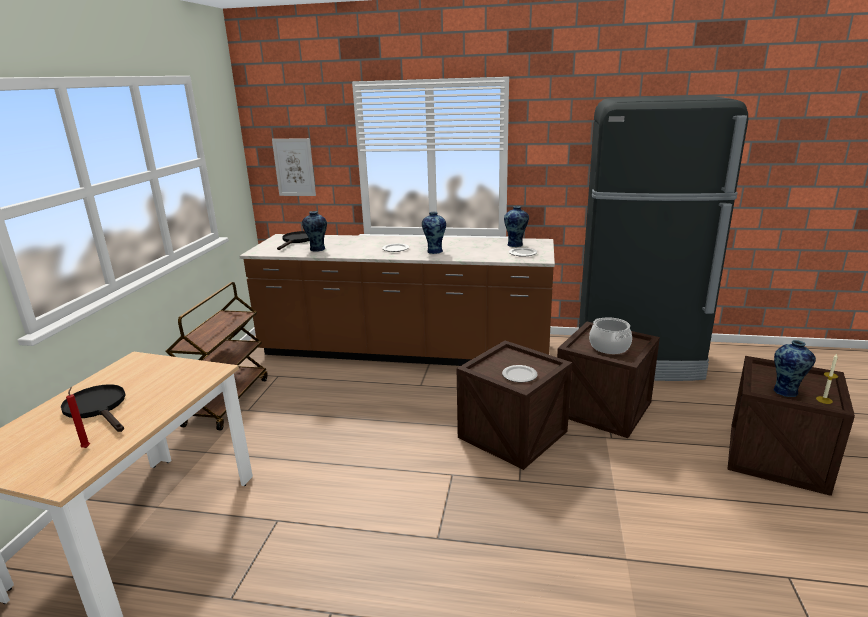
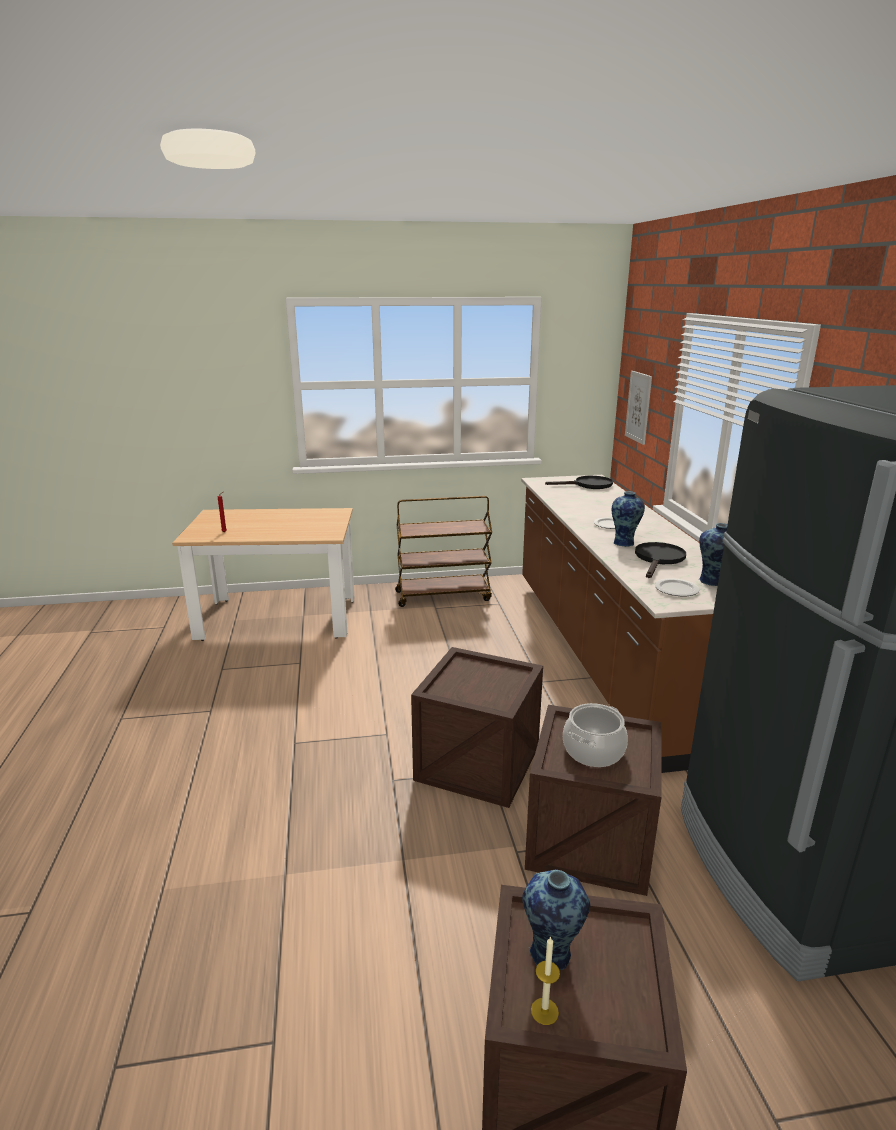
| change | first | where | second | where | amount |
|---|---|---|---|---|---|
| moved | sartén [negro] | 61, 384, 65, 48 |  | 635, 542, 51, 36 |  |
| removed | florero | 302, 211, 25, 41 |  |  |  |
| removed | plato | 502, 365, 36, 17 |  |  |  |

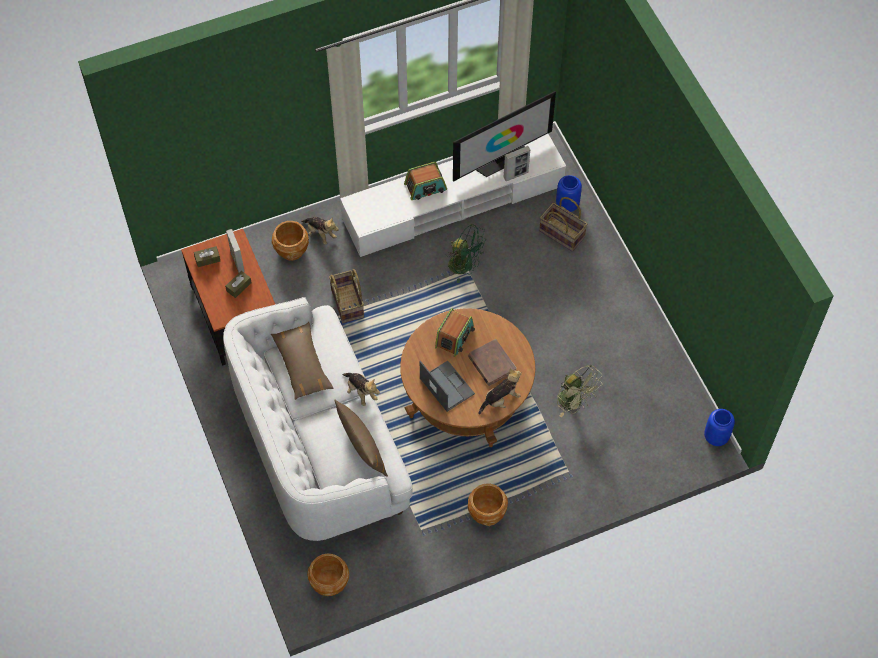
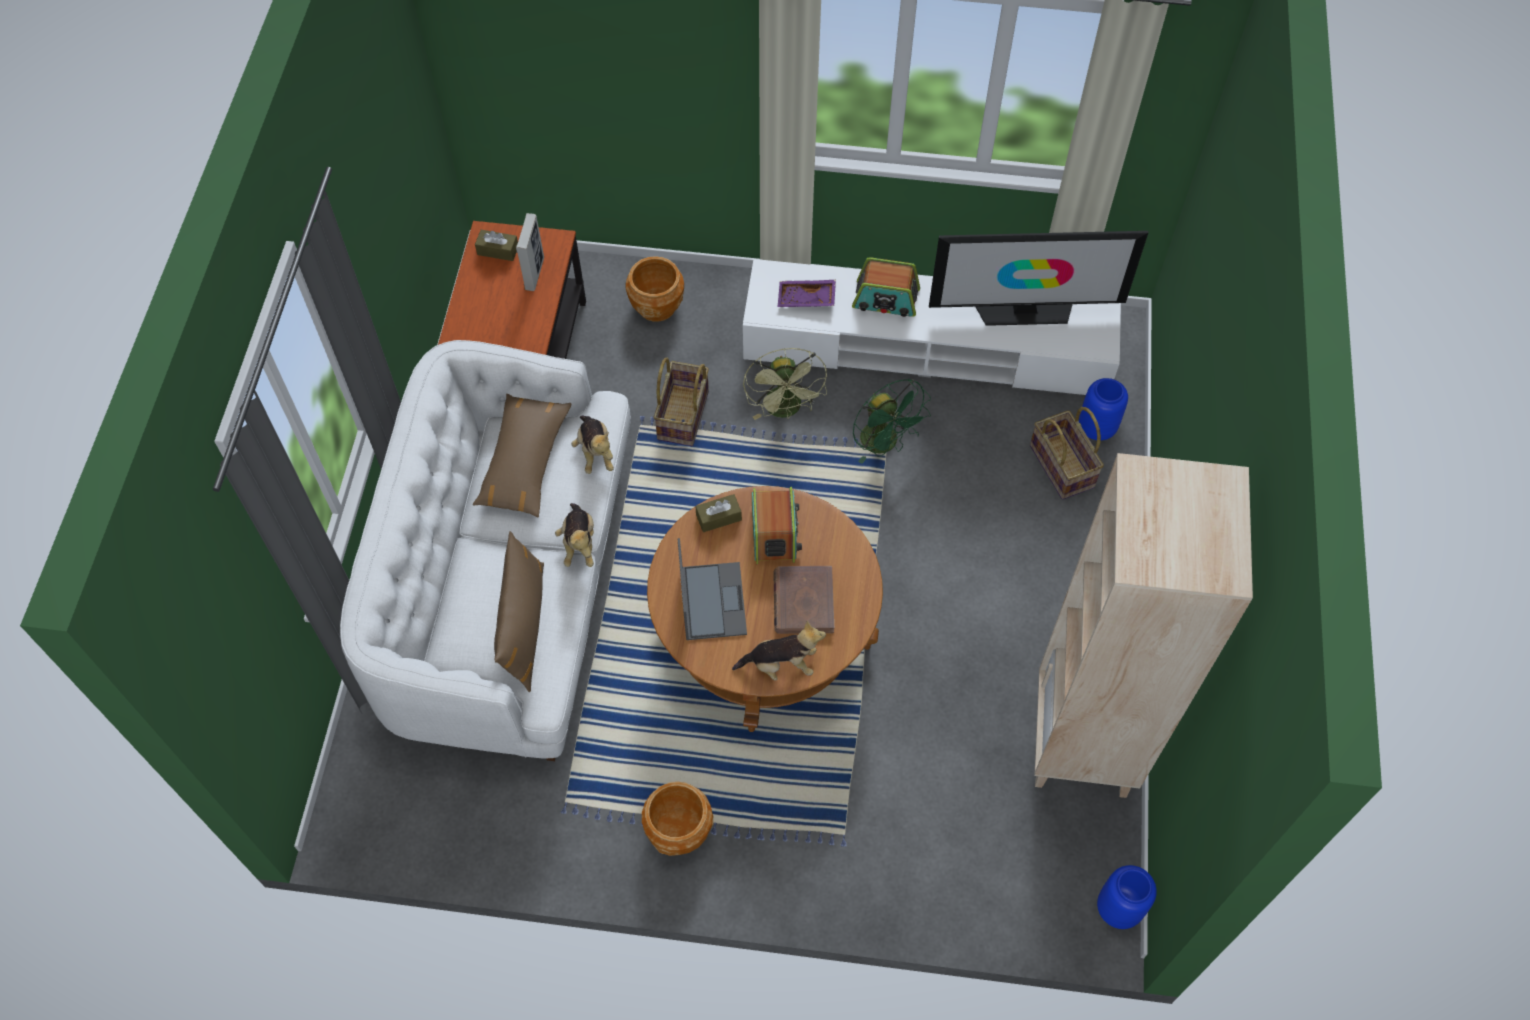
| change | first | where | second | where | amount |
|---|---|---|---|---|---|
| moved | peluche | 301, 217, 38, 28 |  | 571, 416, 43, 58 |  |
| moved | caja de pañuelos [marrón] | 225, 271, 27, 27 |  | 695, 494, 47, 38 |  |
| moved | ventilador [verde] | 557, 365, 46, 52 |  | 743, 348, 84, 72 |  |
| turned | radio | 435, 308, 40, 49 |  | 752, 487, 50, 77 | 60 degrees counterclockwise |
| added |  |  | bandeja [morado] | 777, 280, 59, 27 |  |
| added |  |  | estantería [beis] | 1034, 453, 219, 345 |  |
| removed | maceta [marrón] | 307, 553, 42, 43 |  |  |  |
| removed | portarretratos | 503, 146, 27, 35 |  |  |  |

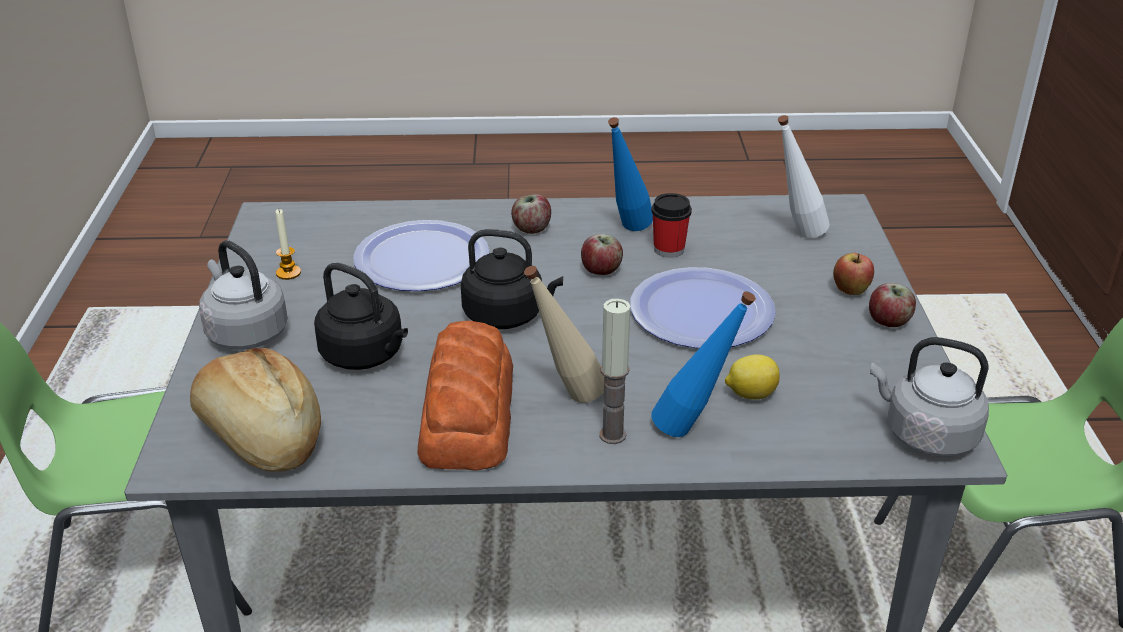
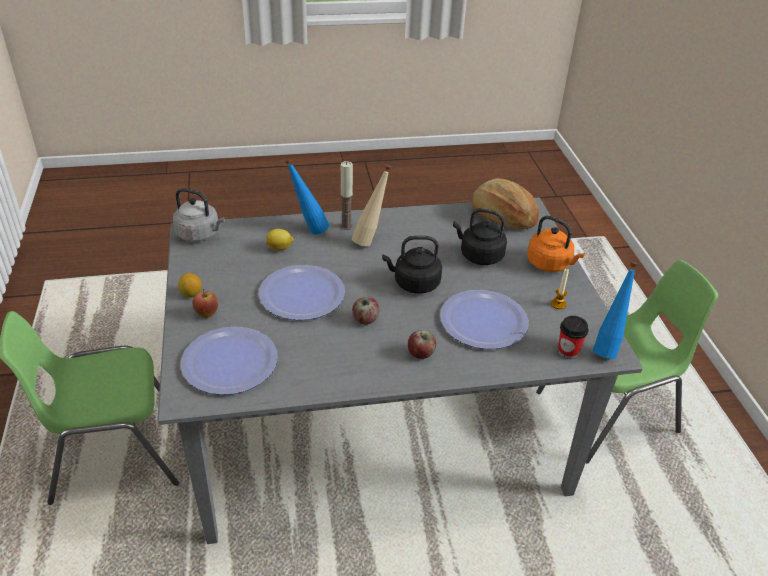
| change | first | where | second | where | amount |
|---|---|---|---|---|---|
| replaced | manzana | 869, 283, 47, 44 | limón | 178, 273, 24, 25 |  |
| replaced | botella [blanco] | 778, 115, 52, 123 | plato | 180, 327, 98, 68 |  |
| recoloured | hervidor [gris] | 199, 240, 89, 110 | hervidor [naranja] | 527, 215, 58, 57 |  |
| moved | taza | 651, 193, 41, 65 |  | 558, 316, 31, 43 |  |
| moved | botella [azul] | 608, 117, 45, 114 |  | 593, 262, 45, 97 |  |
| removed | pan | 418, 321, 95, 149 |  |  |  |

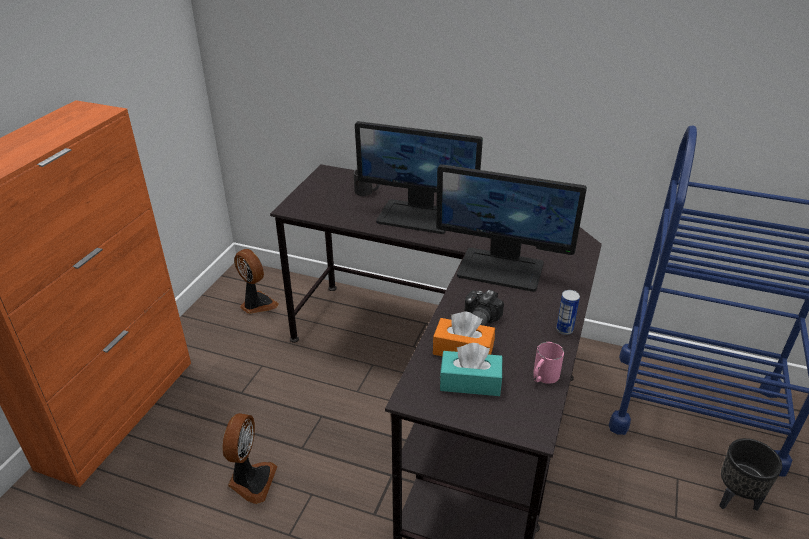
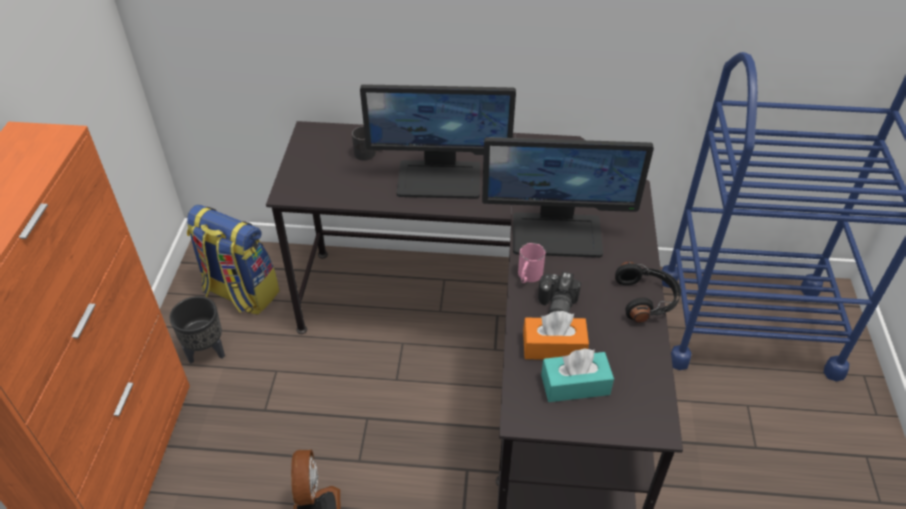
| change | first | where | second | where | amount |
|---|---|---|---|---|---|
| moved | maceta [negro] | 719, 438, 63, 73 |  | 169, 296, 56, 68 |  |
| replaced | ventilador | 234, 249, 45, 65 | mochila | 187, 205, 93, 110 |  |
| moved | taza grande [rosa] | 533, 342, 31, 42 |  | 518, 243, 28, 40 |  |
| replaced | lata | 556, 290, 24, 45 | auriculares [negro] | 615, 261, 66, 62 |  |

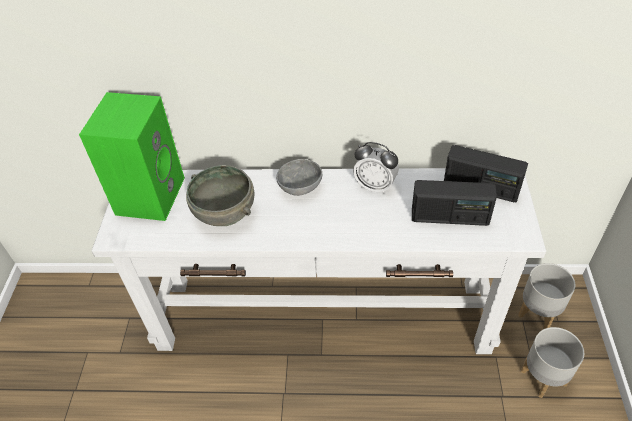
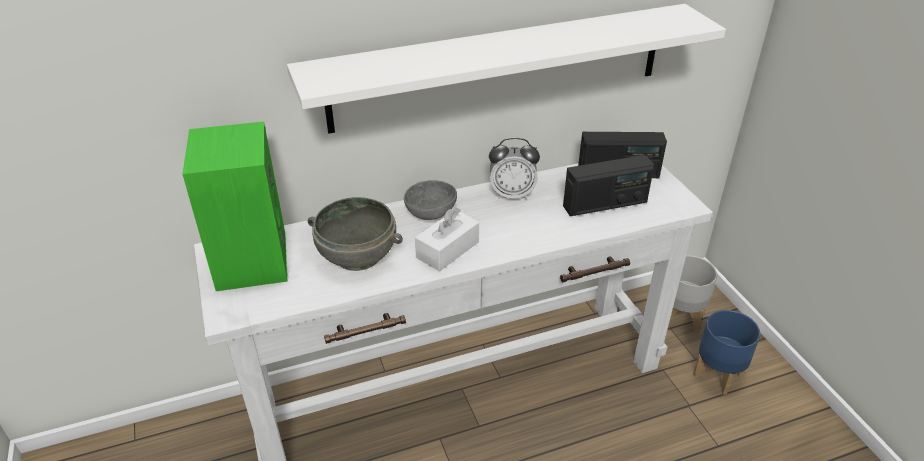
| change | first | where | second | where | amount |
|---|---|---|---|---|---|
| added |  |  | estante [blanco] | 287, 4, 439, 130 |  |
| added |  |  | caja de pañuelos [blanco] | 415, 207, 64, 64 |  |
| recoloured | maceta [gris] | 521, 327, 63, 71 | maceta [azul] | 693, 310, 67, 85 |  |

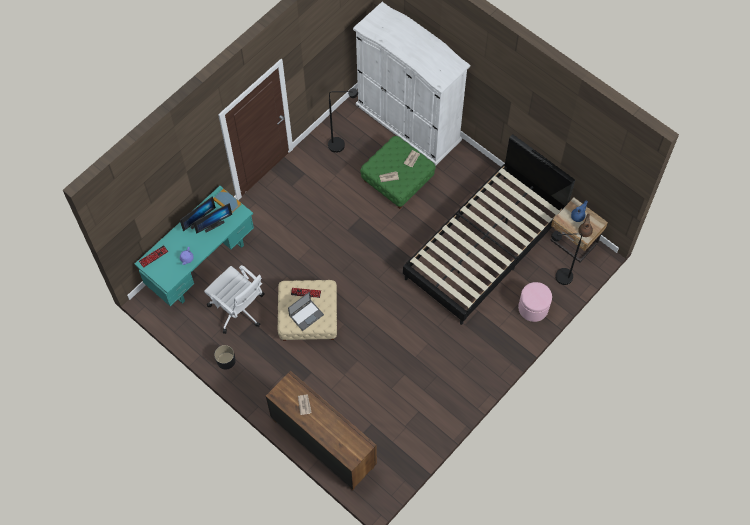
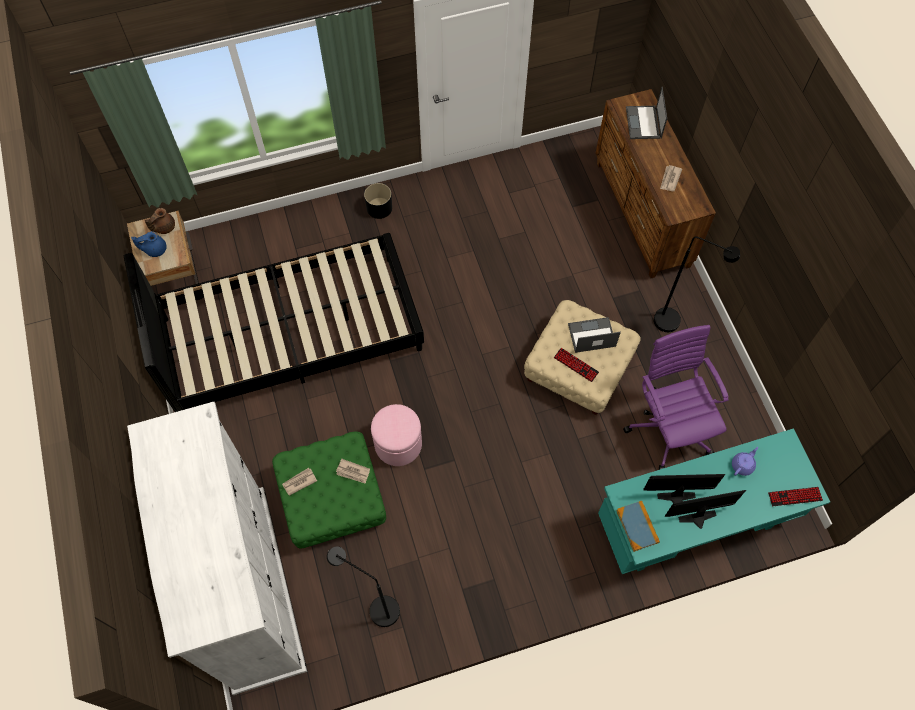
| change | first | where | second | where | amount |
|---|---|---|---|---|---|
| moved | maceta [negro] | 214, 345, 22, 25 |  | 364, 183, 28, 36 |  |
| moved | puf [rosa] | 518, 282, 34, 40 |  | 371, 404, 51, 62 |  |
| recoloured | silla de oficina [blanco] | 204, 265, 61, 69 | silla de oficina [morado] | 623, 325, 105, 145 |  |
| added |  |  | portátil | 626, 87, 41, 52 |  |
| moved | lámpara de pie [negro] | 551, 231, 31, 54 |  | 654, 236, 86, 96 |  |

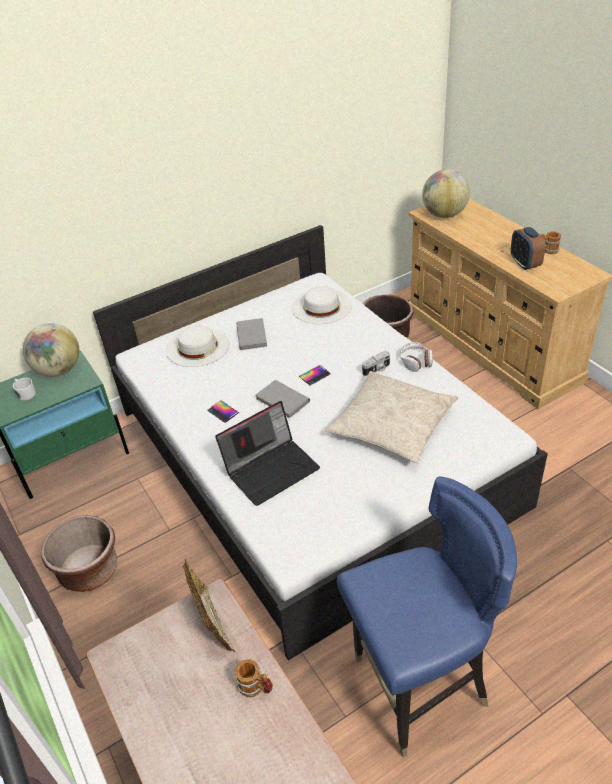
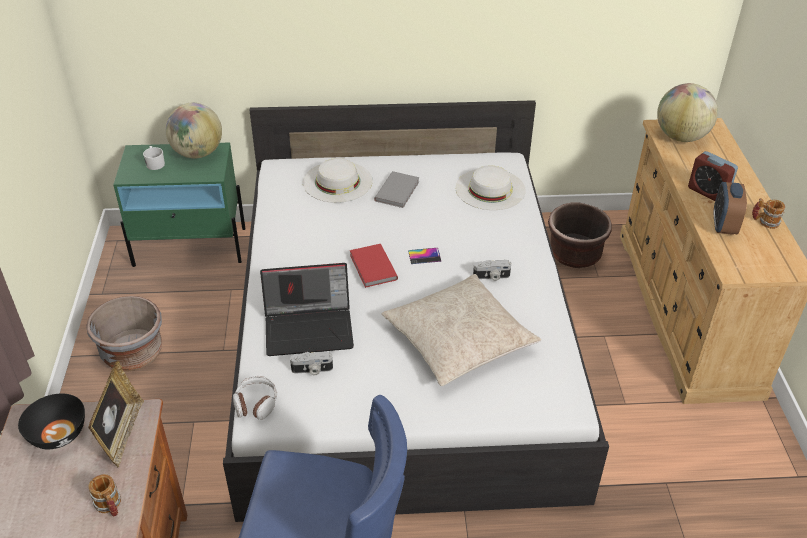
| change | first | where | second | where | amount |
|---|---|---|---|---|---|
| added |  |  | cuenco [negro] | 18, 393, 67, 56 |  |
| recoloured | maceta [marrón] | 41, 515, 76, 77 | maceta [gris] | 86, 296, 76, 75 |  |
| moved | auriculares | 400, 342, 33, 30 |  | 233, 376, 44, 44 |  |
| added |  |  | cámara | 290, 351, 43, 24 |  |
| recoloured | libro [gris] | 256, 380, 54, 38 | libro [rojo] | 350, 244, 48, 44 |  |
| added |  |  | despertador | 688, 151, 50, 50 |  |
| removed | móvil | 207, 400, 32, 23 |  |  |  |

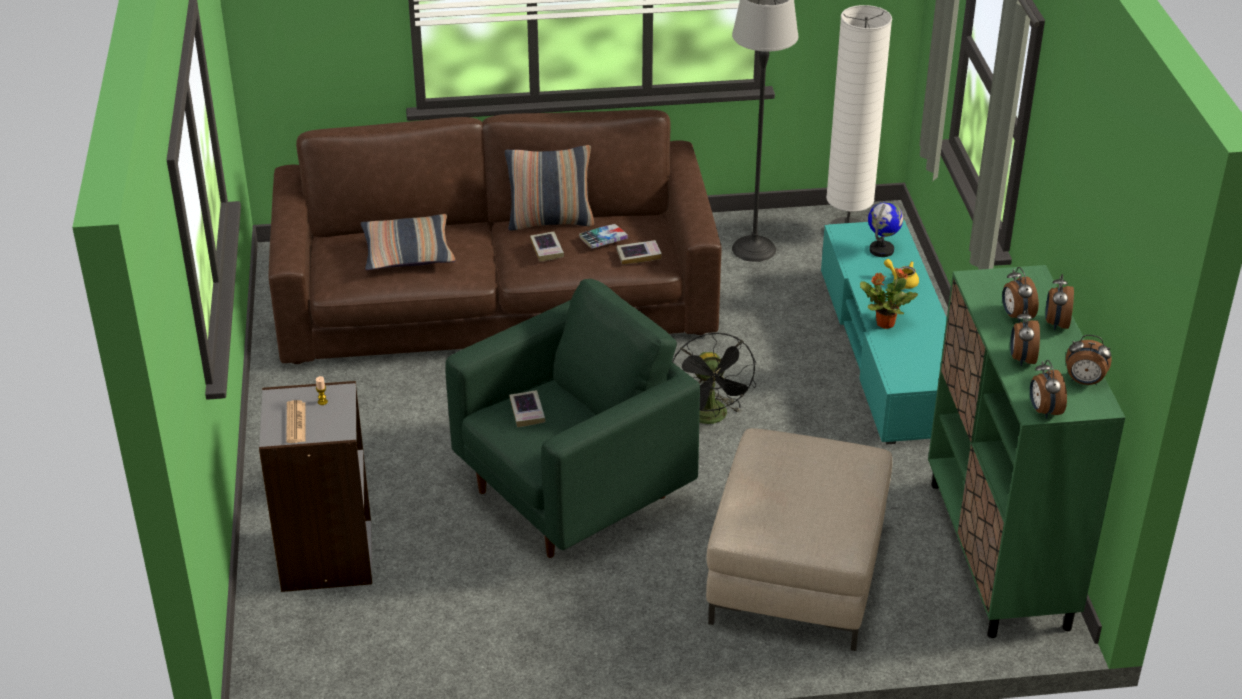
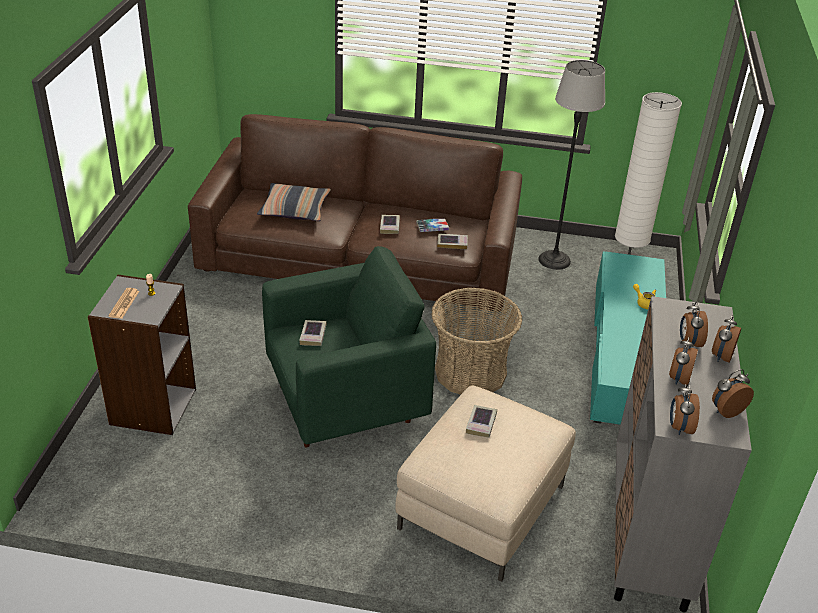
| change | first | where | second | where | amount |
|---|---|---|---|---|---|
| replaced | ventilador [negro] | 672, 333, 84, 91 | cesta | 431, 287, 91, 108 |  |
| added |  |  | libro | 466, 405, 31, 33 |  |
| recoloured | armario [verde] | 928, 265, 197, 373 | armario [gris] | 614, 296, 138, 317 |  |
| turned | despertador | 1066, 335, 46, 50 |  | 712, 369, 42, 49 | 120 degrees clockwise |
| removed | cojín | 505, 145, 89, 86 |  |  |  |
| removed | planta en maceta | 860, 268, 58, 61 |  |  |  |
| removed | globo terráqueo | 868, 202, 35, 55 |  |  |  |

